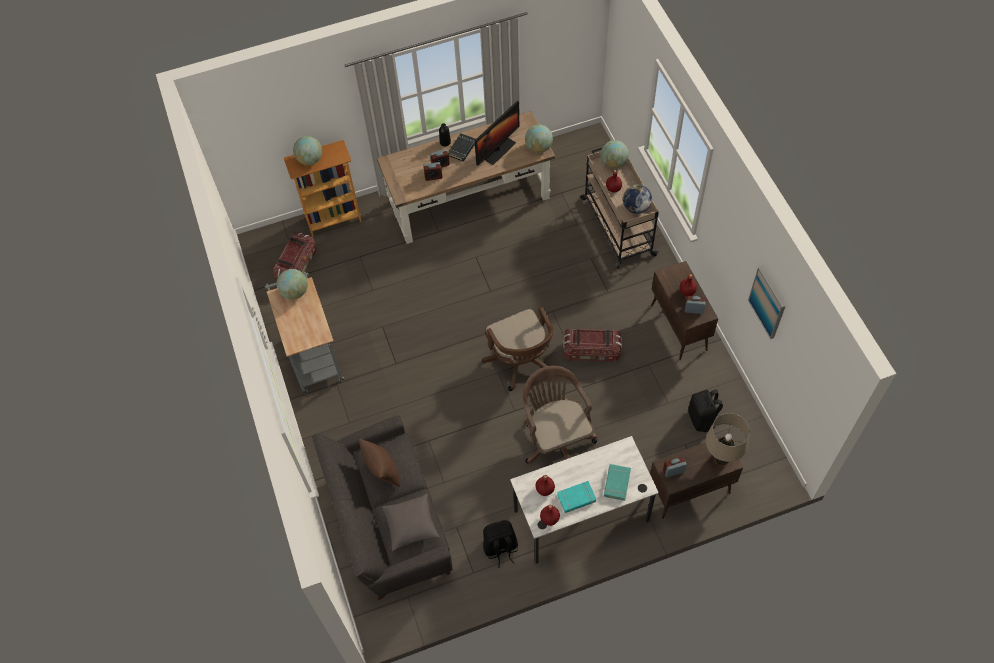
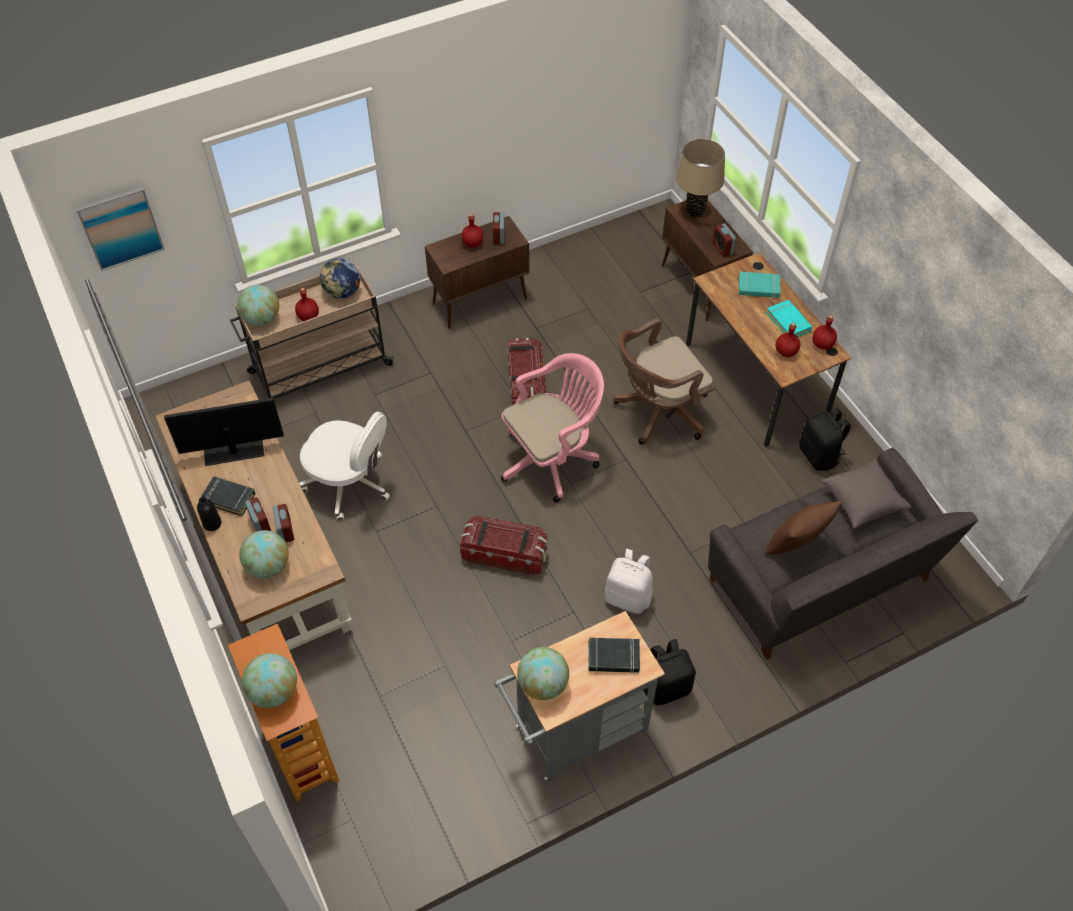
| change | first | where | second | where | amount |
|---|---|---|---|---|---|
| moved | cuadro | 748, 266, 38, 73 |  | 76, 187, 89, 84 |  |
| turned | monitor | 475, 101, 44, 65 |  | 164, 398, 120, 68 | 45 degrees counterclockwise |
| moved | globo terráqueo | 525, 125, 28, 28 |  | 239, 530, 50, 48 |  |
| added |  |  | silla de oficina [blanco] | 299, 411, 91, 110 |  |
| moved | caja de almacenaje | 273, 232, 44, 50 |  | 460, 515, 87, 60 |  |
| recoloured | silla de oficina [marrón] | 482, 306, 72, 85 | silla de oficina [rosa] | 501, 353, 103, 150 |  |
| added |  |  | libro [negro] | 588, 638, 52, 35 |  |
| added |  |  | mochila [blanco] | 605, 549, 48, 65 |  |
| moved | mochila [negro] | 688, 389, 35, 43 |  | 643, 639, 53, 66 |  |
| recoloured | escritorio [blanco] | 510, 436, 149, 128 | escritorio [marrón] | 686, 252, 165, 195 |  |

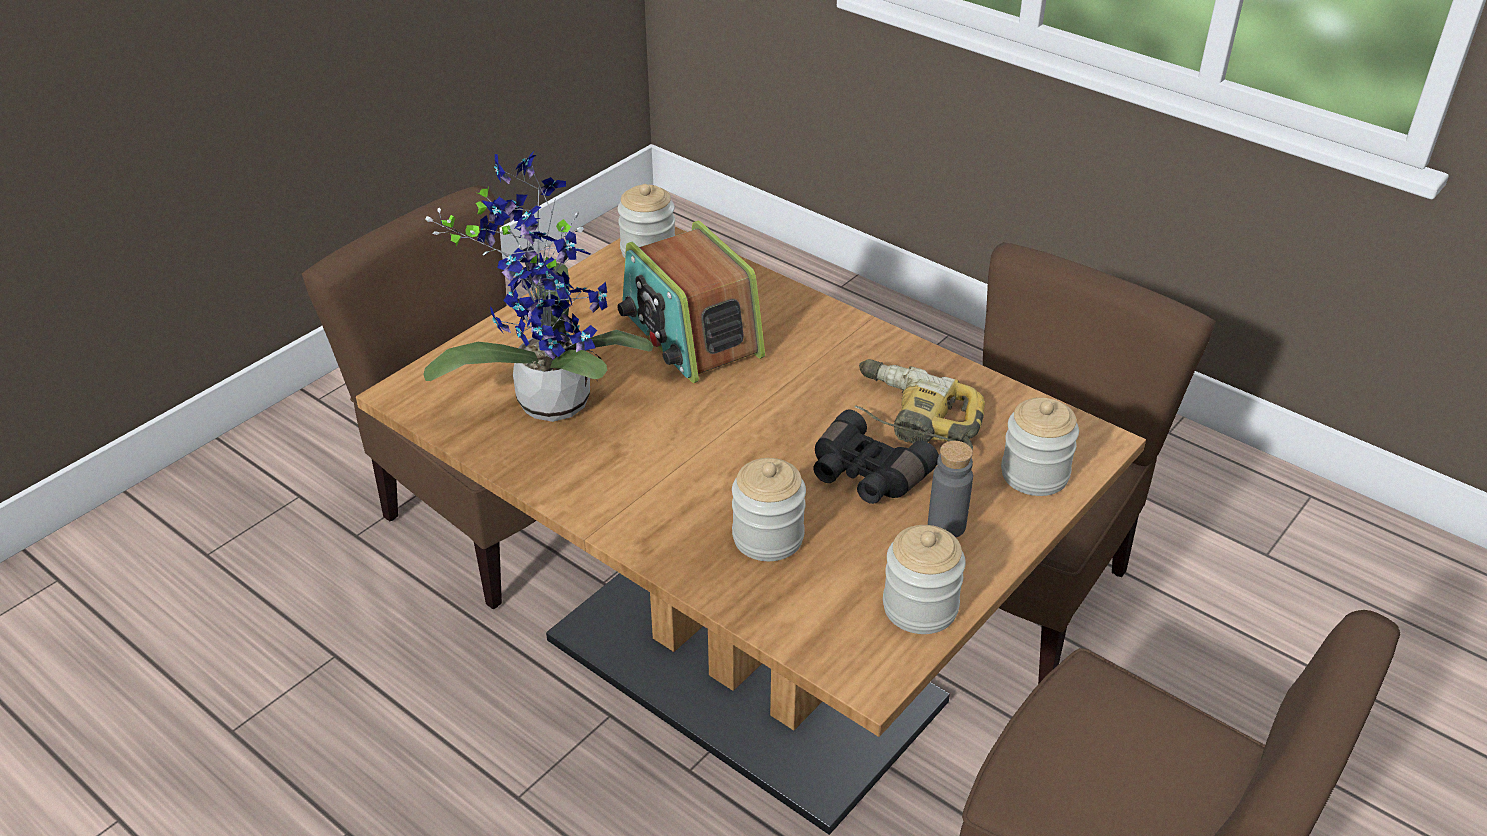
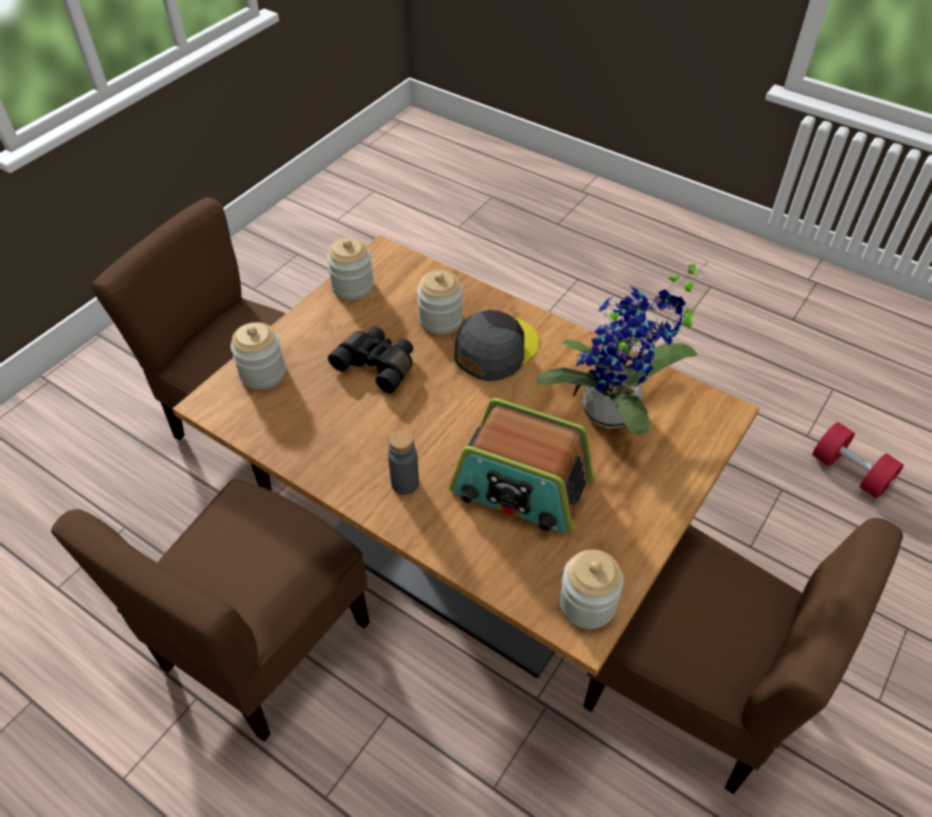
| change | first | where | second | where | amount |
|---|---|---|---|---|---|
| moved | botella [gris] | 928, 441, 45, 96 |  | 388, 430, 31, 65 |  |
| turned | radio | 617, 220, 148, 163 |  | 449, 398, 145, 136 | 150 degrees clockwise |
| added |  |  | gorra [gris] | 454, 310, 85, 71 |  |
| added |  |  | mancuerna [rojo] | 812, 422, 92, 77 |  |
| removed | taladro | 855, 359, 130, 92 |  |  |  |

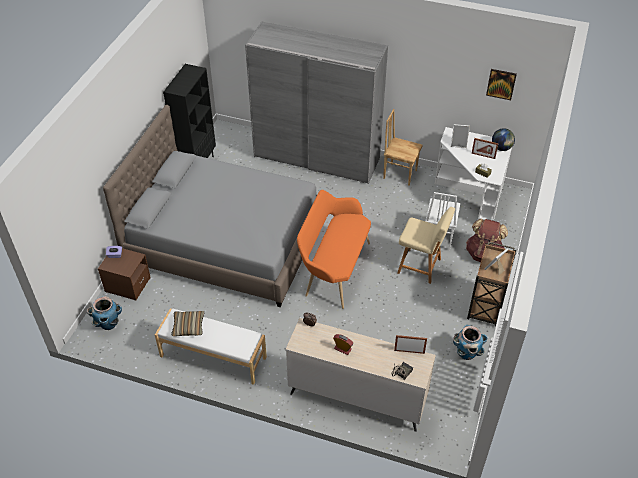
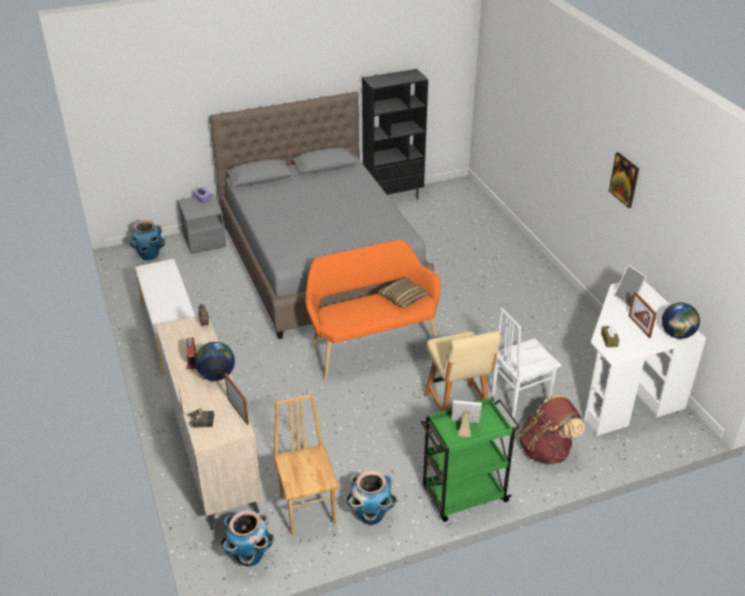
| change | first | where | second | where | amount |
|---|---|---|---|---|---|
| recoloured | mesita de noche [marrón] | 98, 248, 53, 52 | mesita de noche [gris] | 178, 194, 48, 60 |  |
| added |  |  | globo terráqueo | 195, 342, 40, 39 |  |
| added |  |  | maceta | 219, 510, 56, 57 |  |
| moved | silla [marrón] | 383, 109, 40, 77 |  | 273, 394, 66, 142 |  |
| moved | cojín | 171, 311, 33, 25 |  | 378, 277, 51, 31 |  |
| recoloured | carrito [marrón] | 467, 242, 49, 84 | carrito [verde] | 421, 397, 99, 125 |  |
| moved | cuadro | 486, 69, 31, 31 |  | 609, 152, 30, 56 |  |
| removed | armario ropero [gris] | 245, 21, 143, 163 |  |  |  |

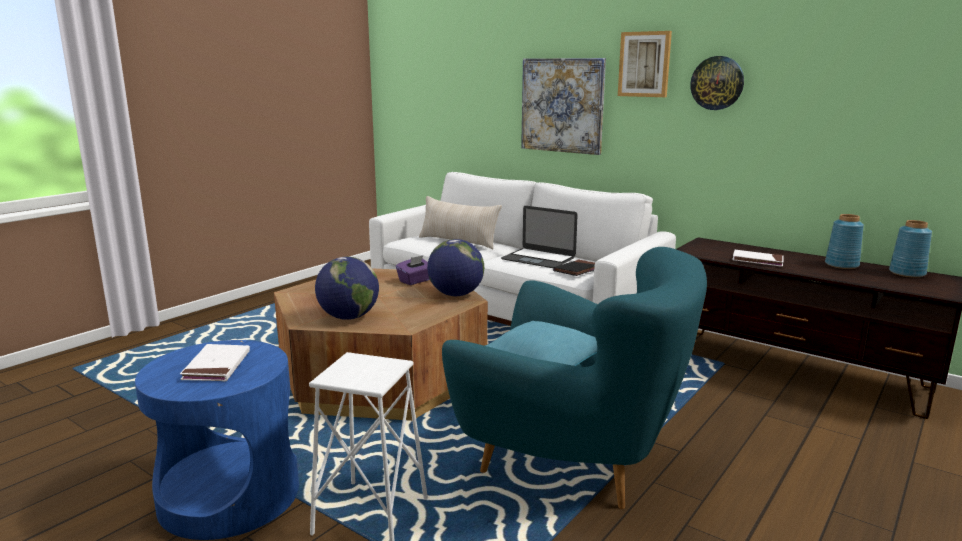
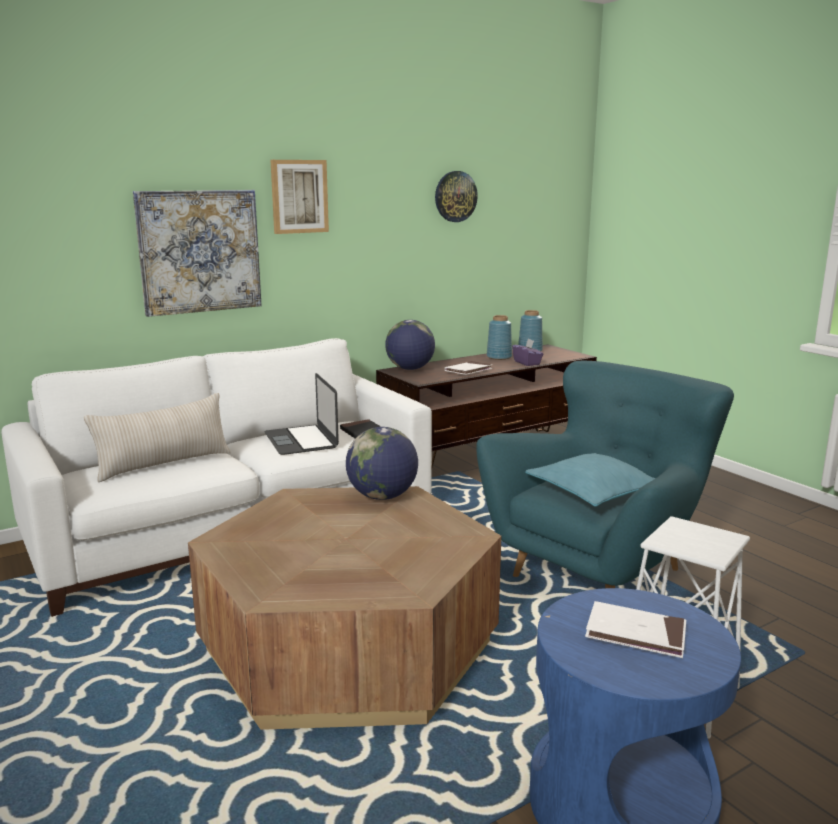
| change | first | where | second | where | amount |
|---|---|---|---|---|---|
| turned | portátil | 501, 206, 77, 62 |  | 264, 373, 75, 82 | 105 degrees clockwise |
| moved | globo terráqueo | 315, 256, 64, 64 |  | 385, 320, 50, 50 |  |
| moved | reloj de pared | 690, 56, 54, 54 |  | 435, 171, 43, 51 |  |
| moved | caja de pañuelos [morado] | 396, 255, 34, 30 |  | 512, 339, 32, 27 |  |

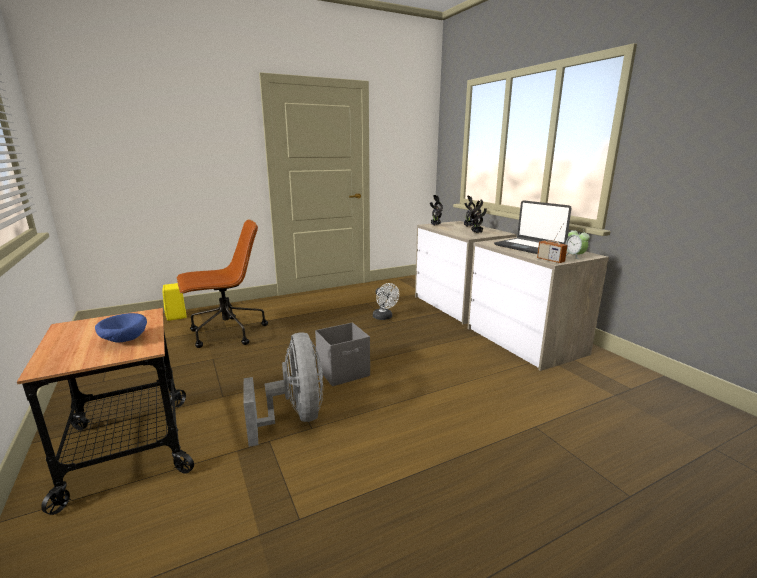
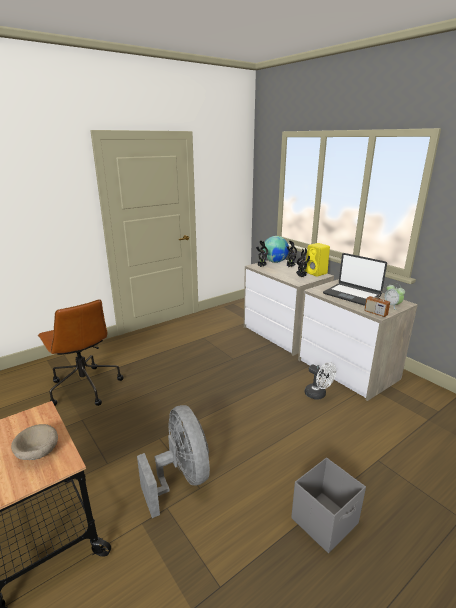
| change | first | where | second | where | amount |
|---|---|---|---|---|---|
| recoloured | cuenco [azul] | 95, 313, 52, 29 | cuenco [beis] | 11, 424, 47, 36 |  |
| turned | silla de oficina [marrón] | 177, 219, 91, 129 |  | 38, 299, 85, 107 | 90 degrees clockwise |
| added |  |  | globo terráqueo | 263, 236, 26, 27 |  |
| moved | caja de almacenaje [gris] | 315, 323, 55, 63 |  | 291, 458, 75, 95 |  |
| moved | altavoz [amarillo] | 162, 283, 25, 38 |  | 305, 243, 25, 33 |  |
| moved | ventilador [blanco] | 373, 283, 26, 37 |  | 305, 362, 31, 38 |  |

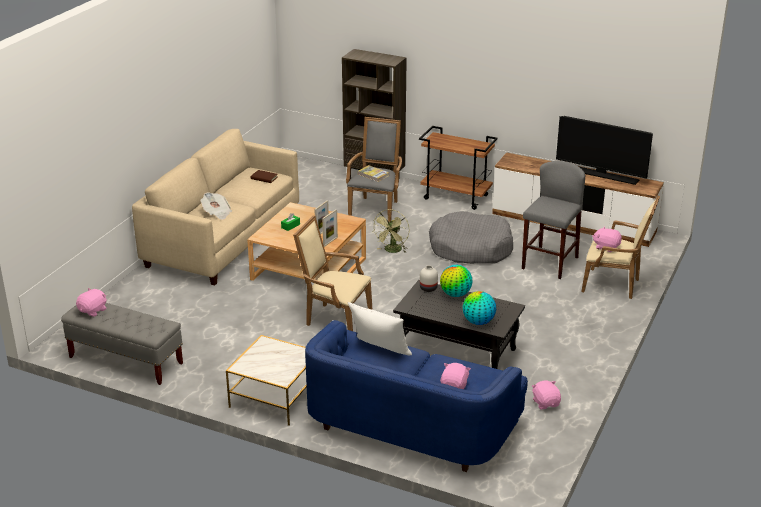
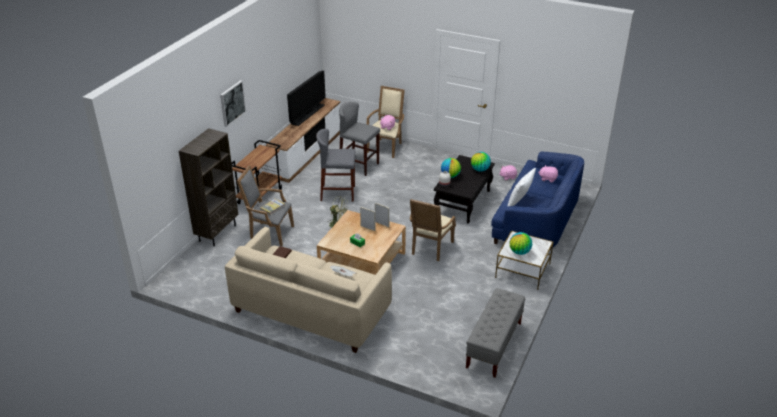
| change | first | where | second | where | amount |
|---|---|---|---|---|---|
| added |  |  | cuadro | 220, 80, 26, 47 |  |
| replaced | cama para perro [gris] | 429, 211, 84, 53 | taburete [gris] | 316, 129, 40, 72 |  |
| added |  |  | globo terráqueo | 509, 232, 23, 23 |  |
| removed | peluche [rosa] | 76, 288, 31, 29 |  |  |  |

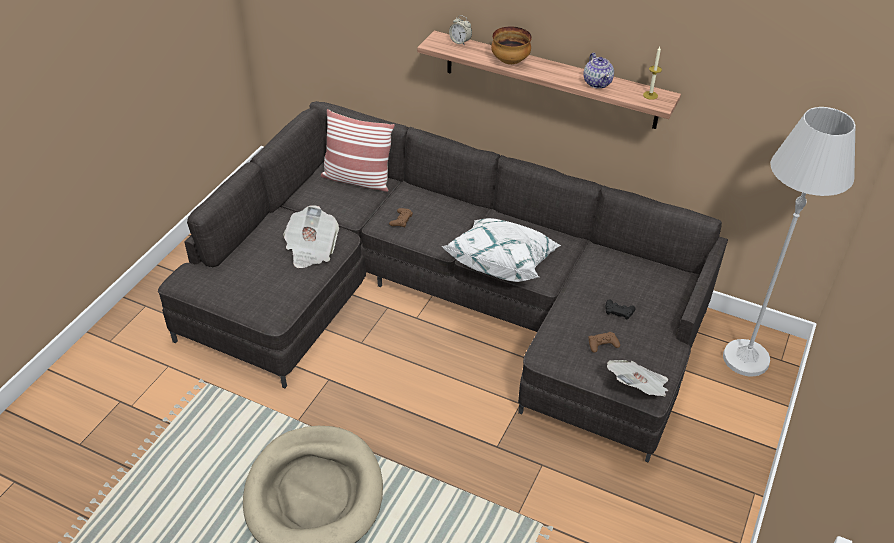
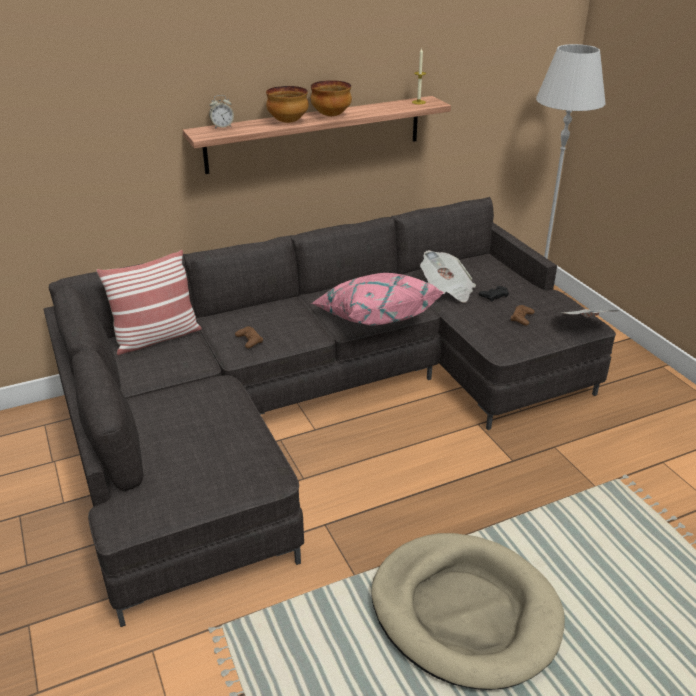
| change | first | where | second | where | amount |
|---|---|---|---|---|---|
| added |  |  | cuenco | 311, 80, 41, 36 |  |
| recoloured | cojín [blanco] | 442, 218, 119, 64 | cojín [rosa] | 311, 273, 134, 53 |  |
| moved | periódico | 283, 205, 56, 63 |  | 420, 250, 56, 52 |  |
| removed | tetera | 583, 53, 31, 35 |  |  |  |

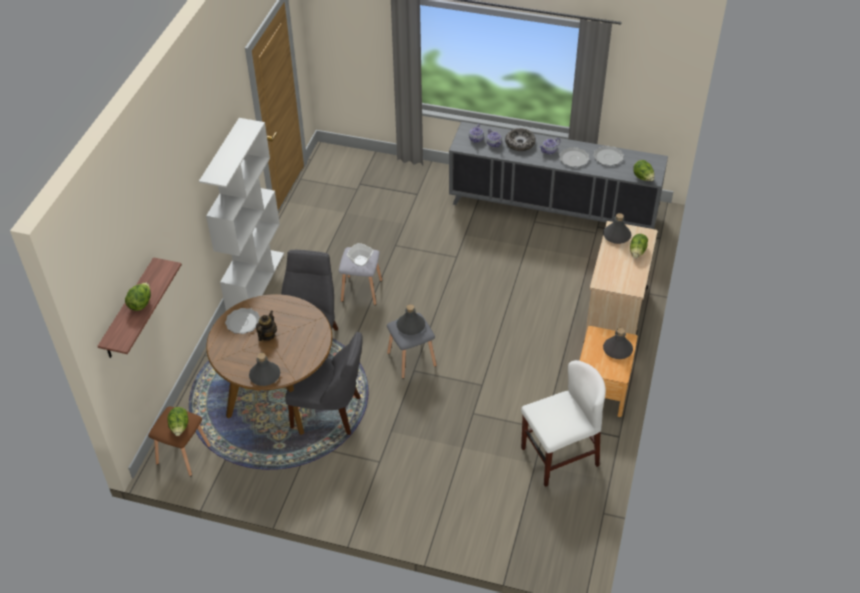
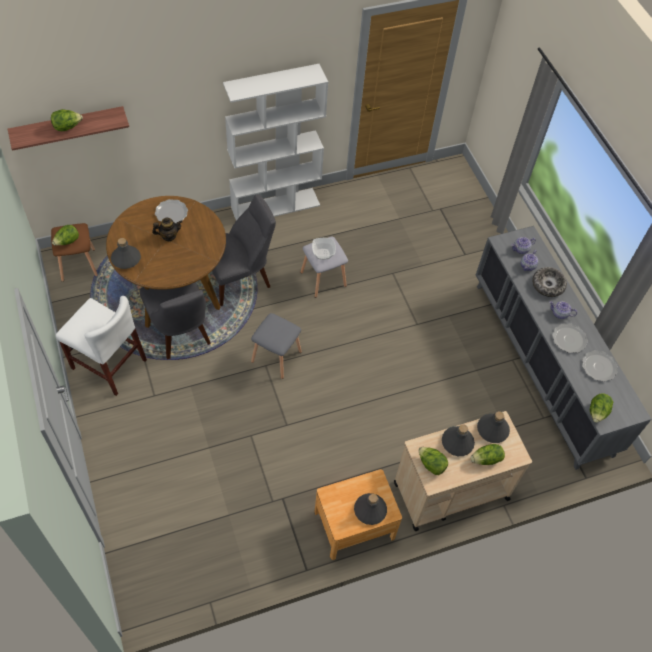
| change | first | where | second | where | amount |
|---|---|---|---|---|---|
| moved | silla [blanco] | 521, 360, 85, 127 |  | 56, 296, 91, 100 |  |
| added |  |  | lechuga | 418, 447, 30, 28 |  |
| moved | botella [gris] | 396, 304, 29, 31 |  | 442, 424, 33, 32 |  |

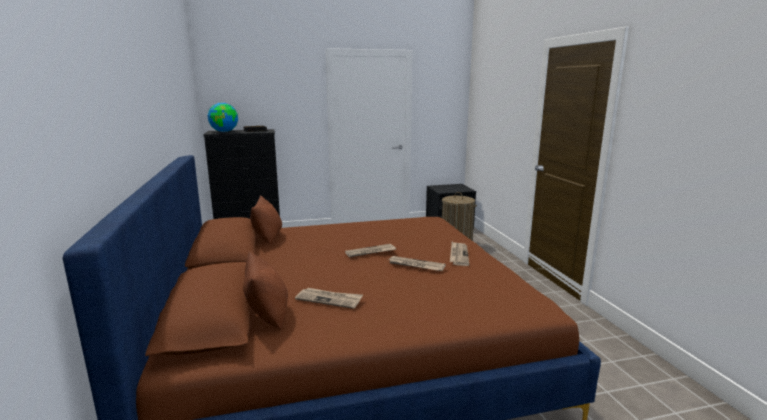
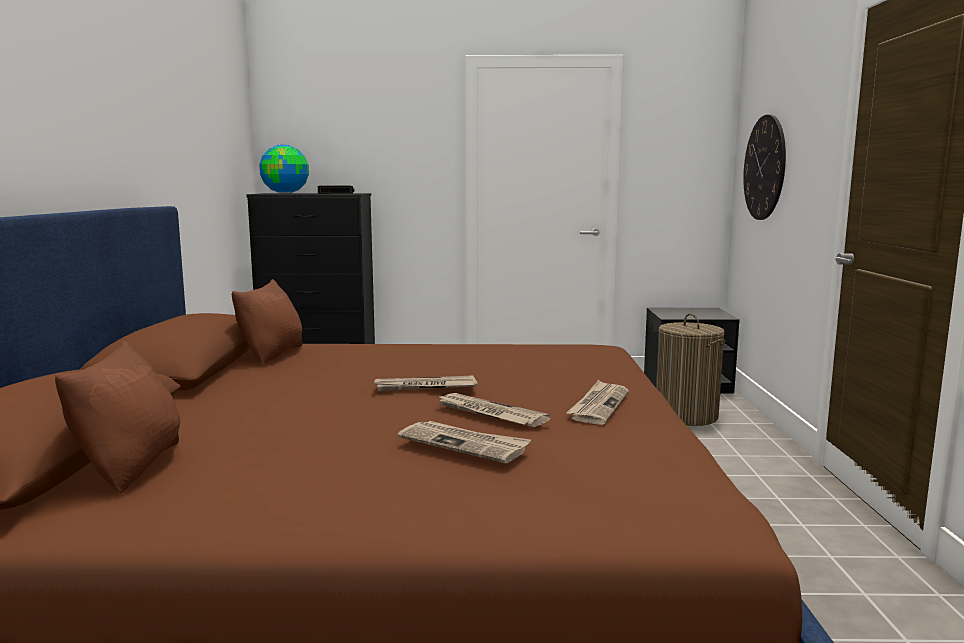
| change | first | where | second | where | amount |
|---|---|---|---|---|---|
| moved | periódico | 295, 288, 68, 21 |  | 398, 421, 133, 42 |  |
| added |  |  | reloj de pared | 743, 115, 43, 105 |  |

